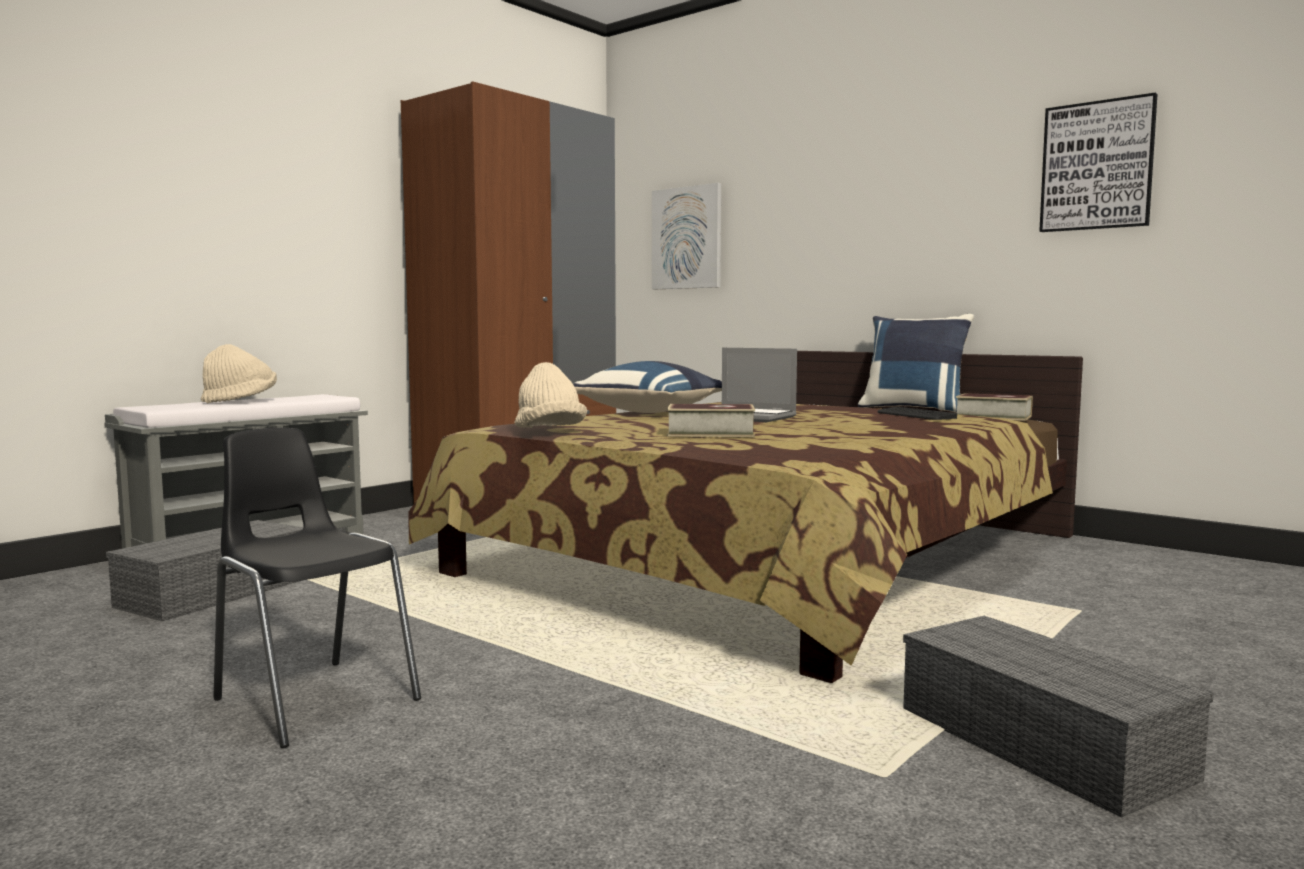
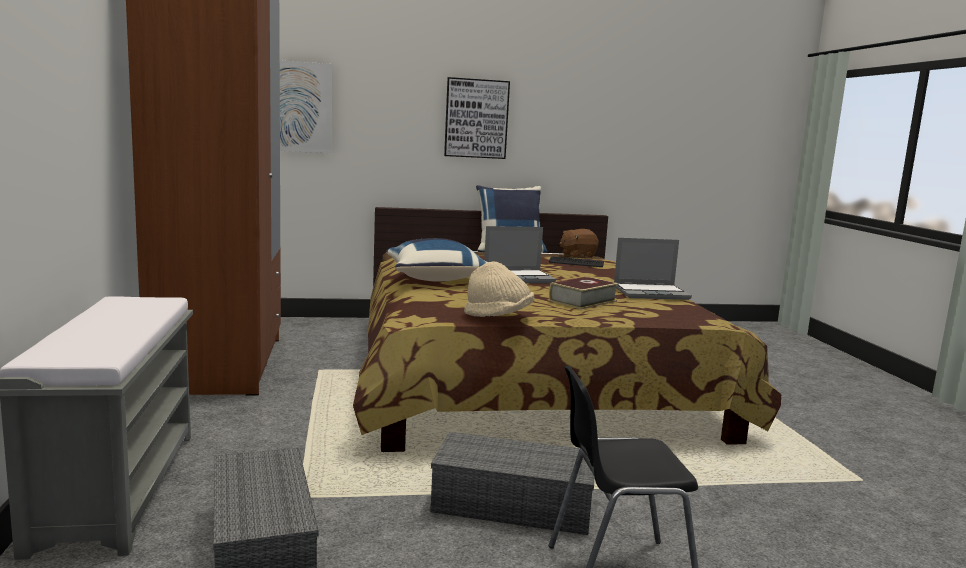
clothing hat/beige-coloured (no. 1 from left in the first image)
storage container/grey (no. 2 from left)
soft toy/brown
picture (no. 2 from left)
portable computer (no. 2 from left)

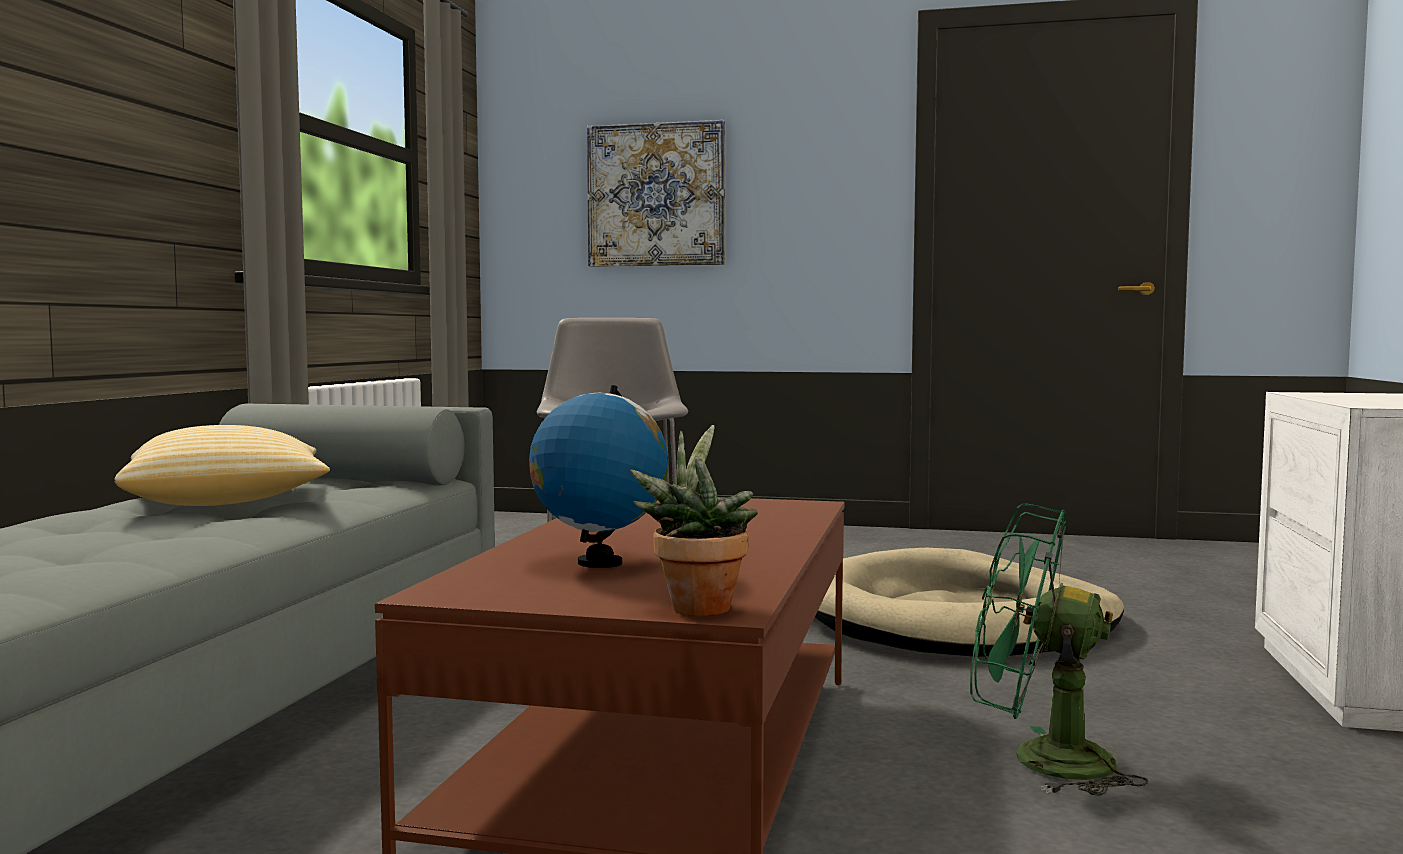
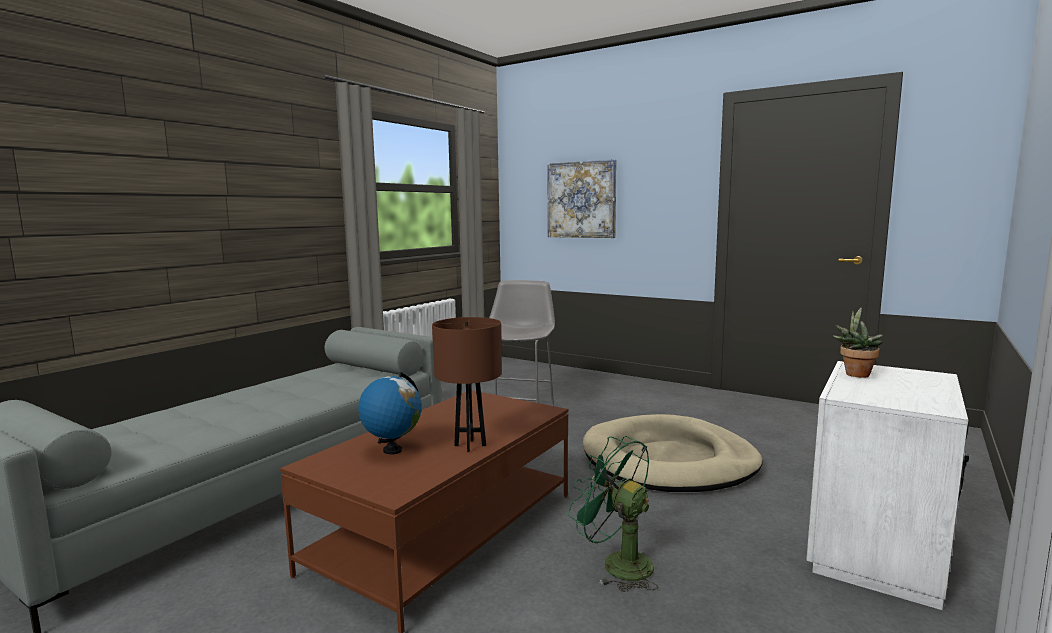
pillow
plant in a pot
tabletop lamp/brown

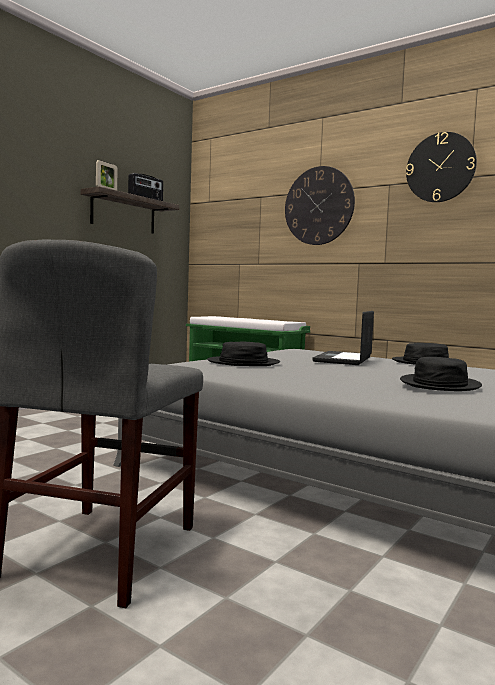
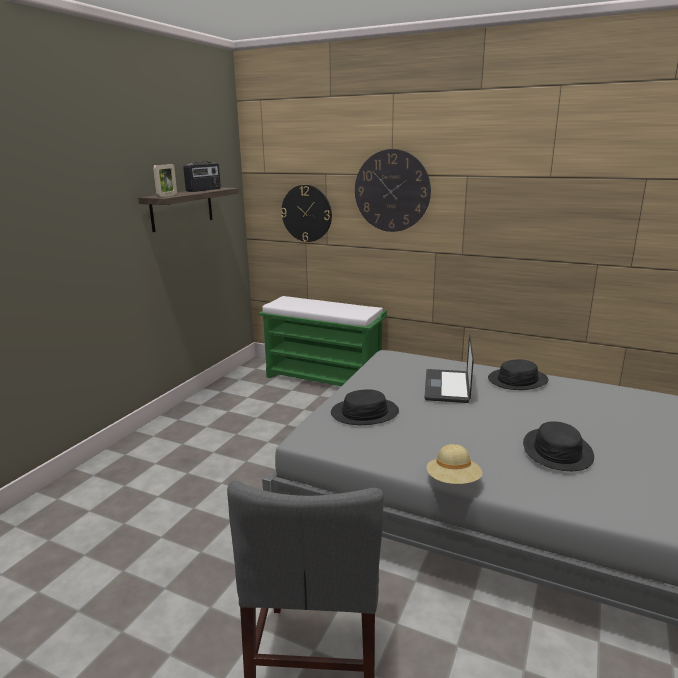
hanging clock (no. 1 from left)
clothing hat/beige-coloured

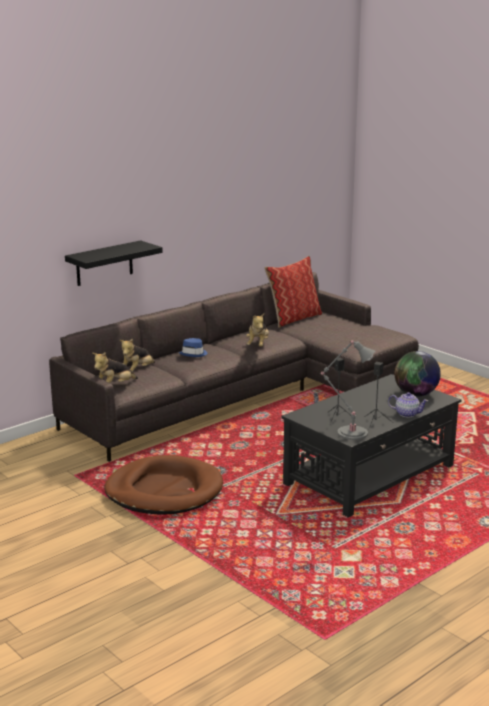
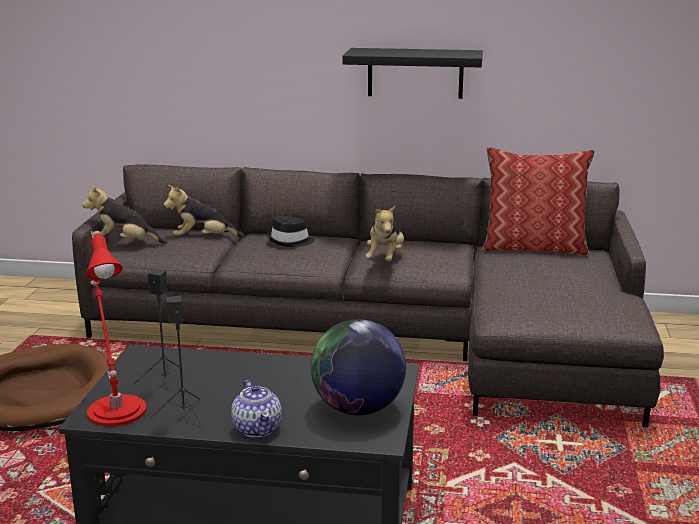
bracket shelf/black
clothing hat/black
soft toy (no. 3 from left)
tabletop lamp/red

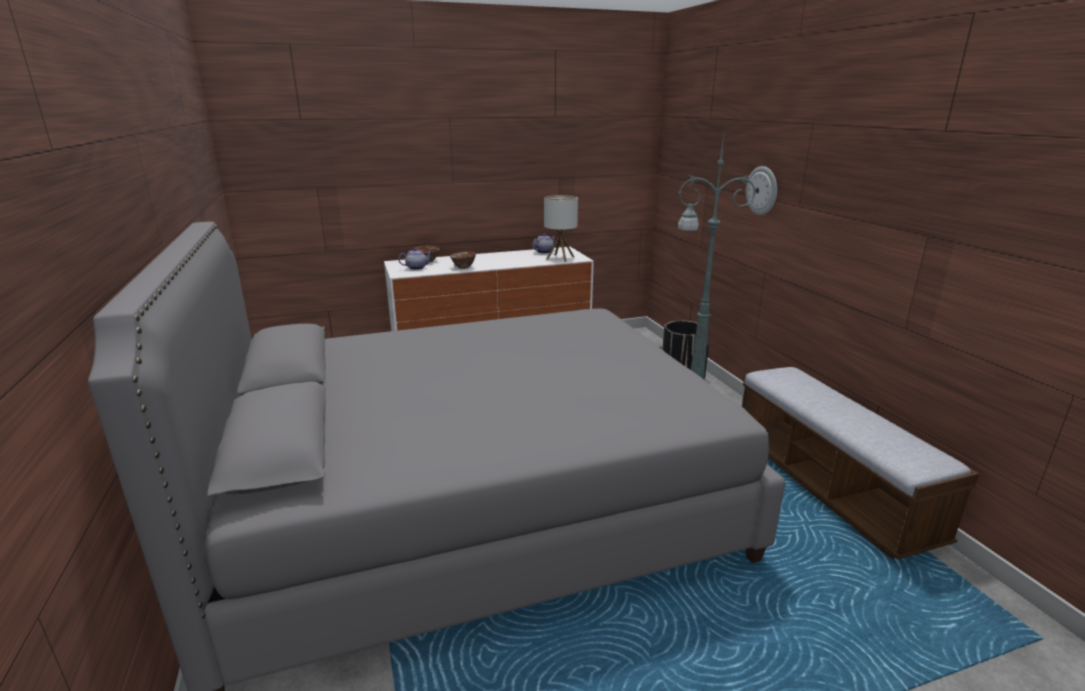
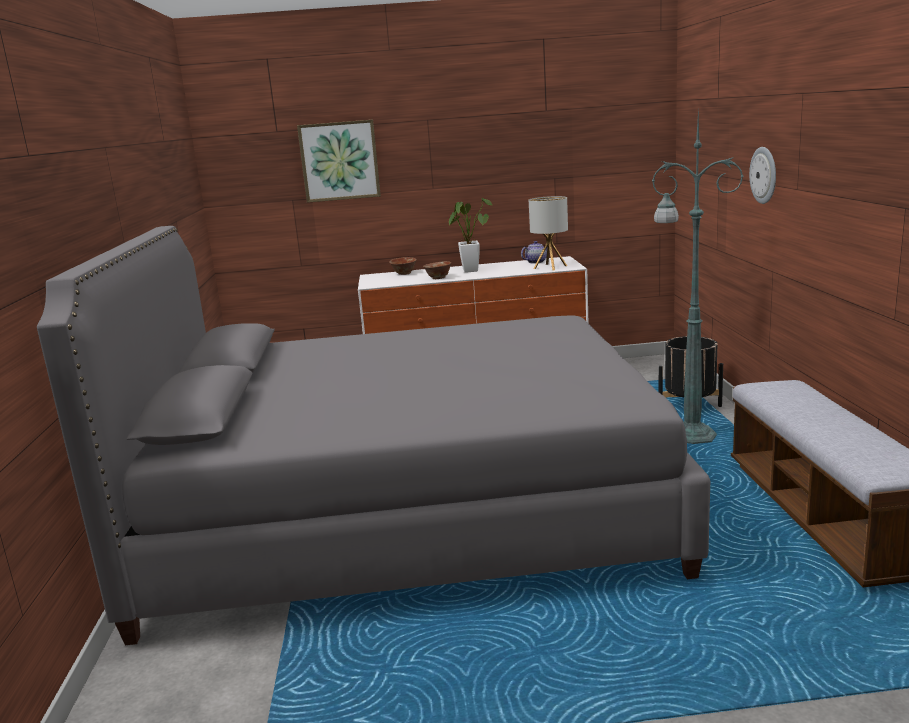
tea pot (no. 1 from left in the first image)
picture
plant in a pot

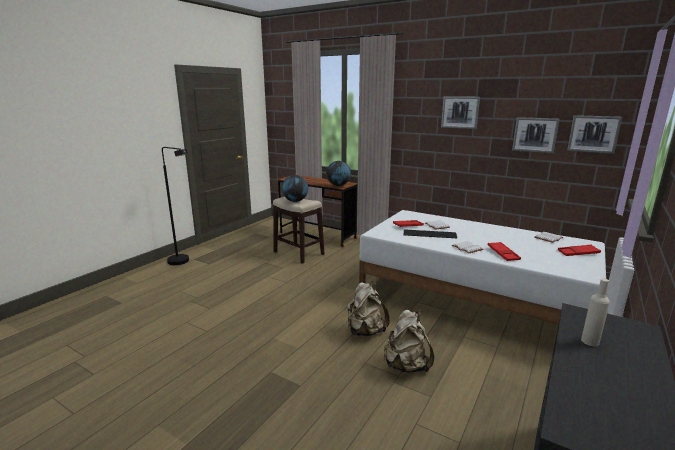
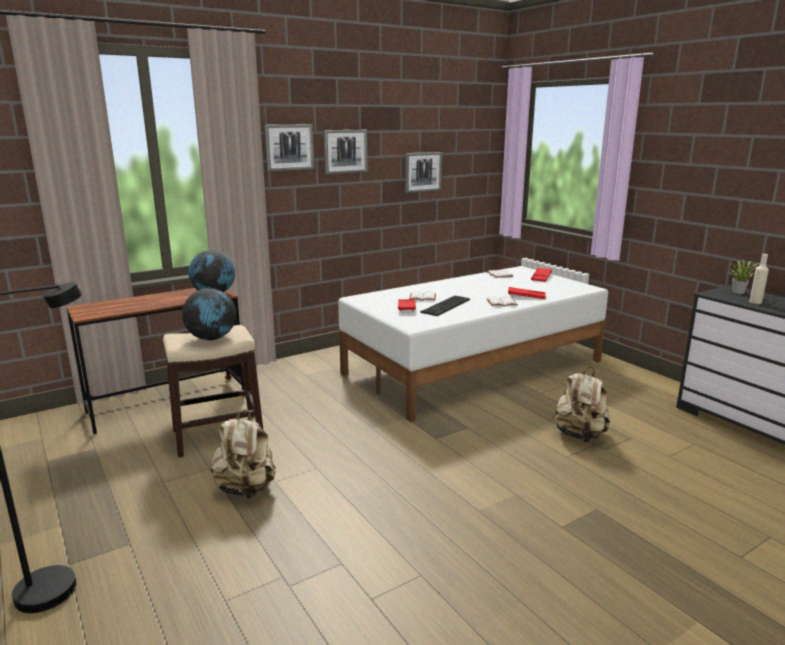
rucksack/beige-coloured (no. 1 from left)
picture (no. 1 from left)
plant in a pot

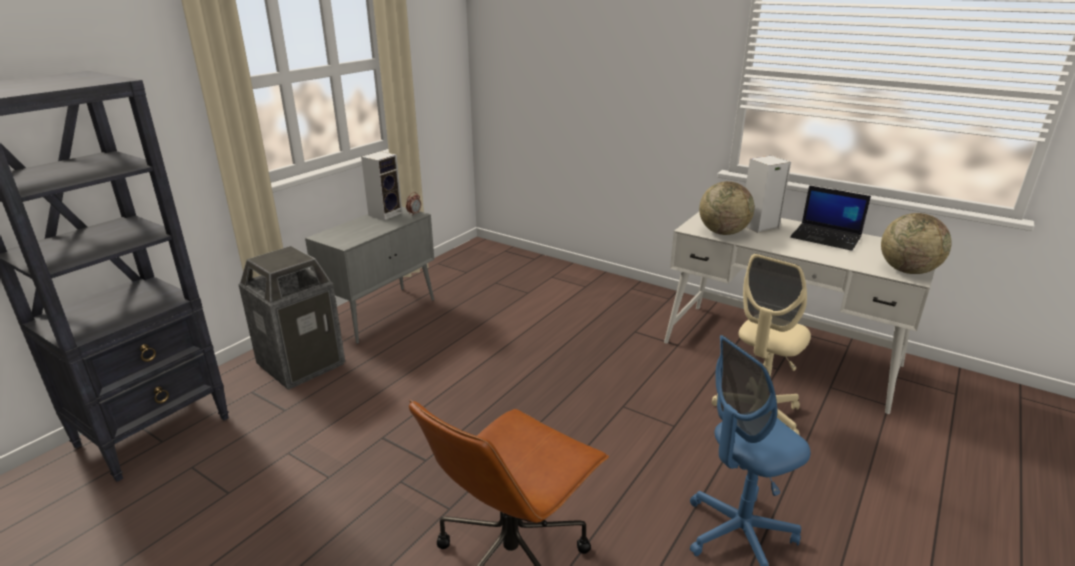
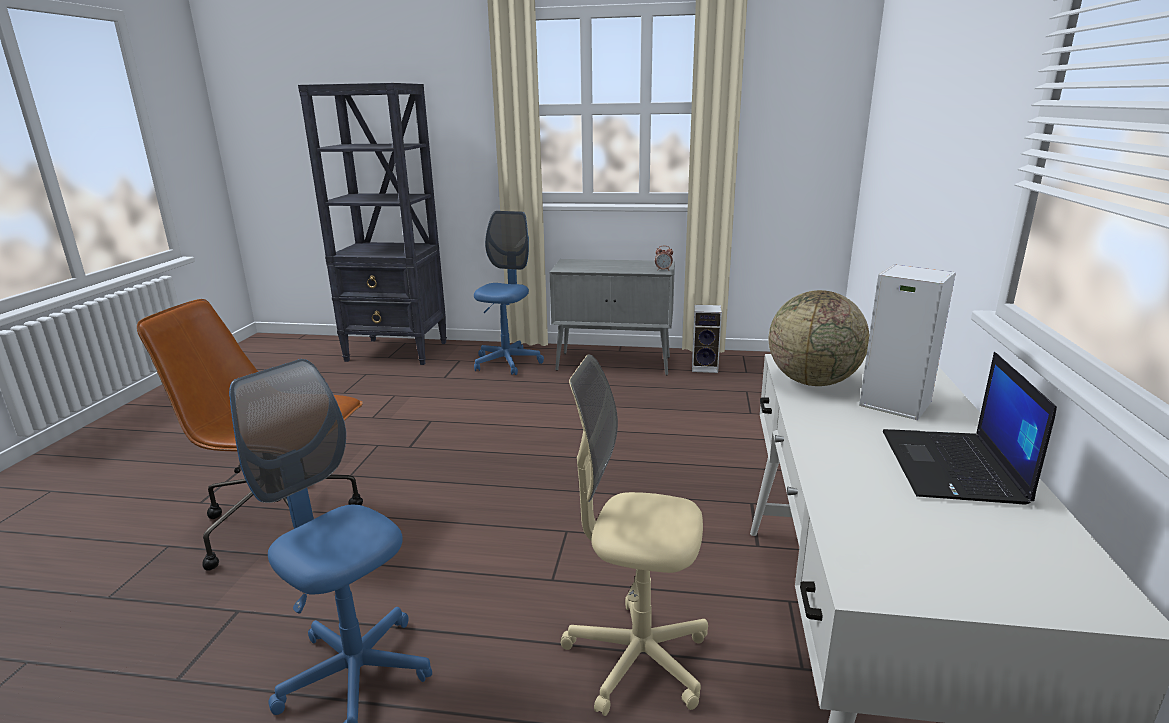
computer chair/bluish (no. 2 from left)
speaker (no. 1 from left)
world globe (no. 2 from left in the first image)

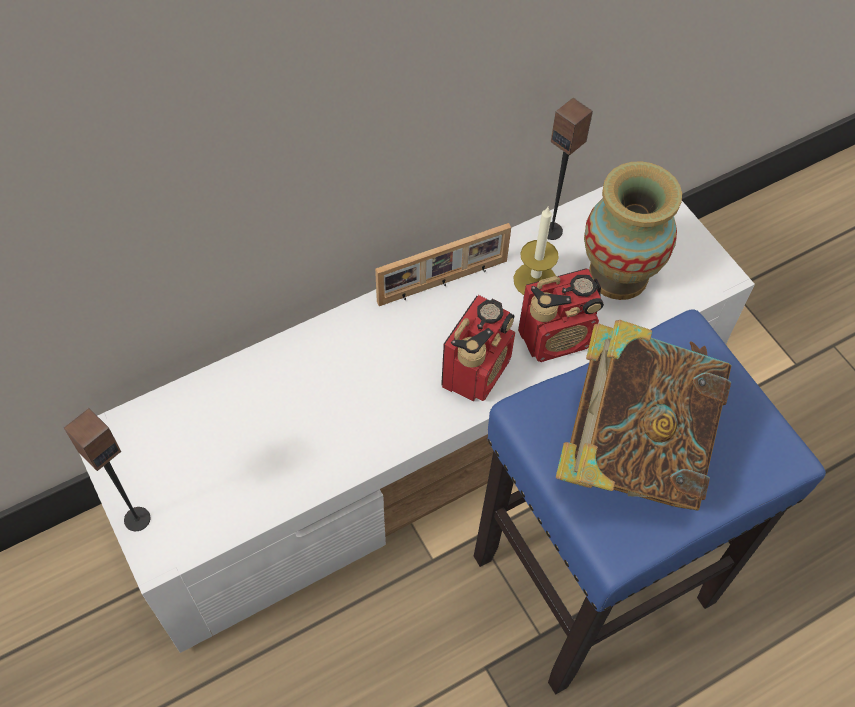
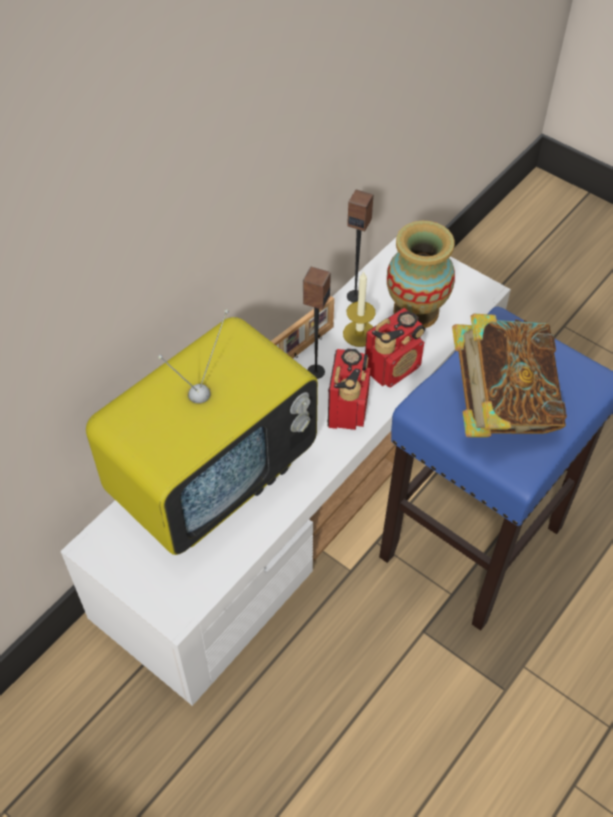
speaker (no. 1 from left)
TV set

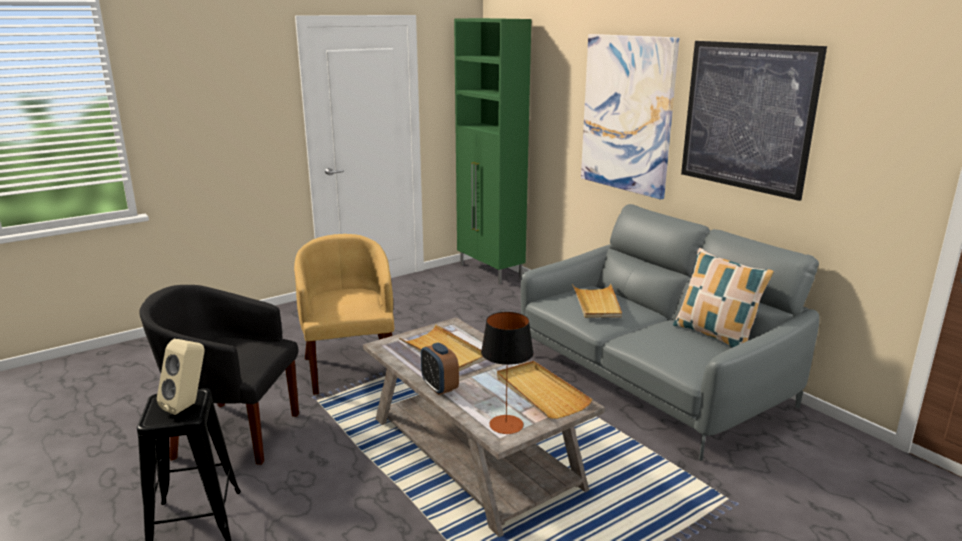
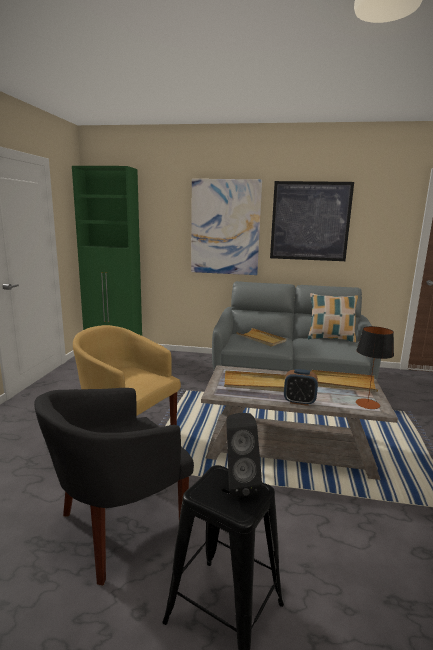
speaker/black

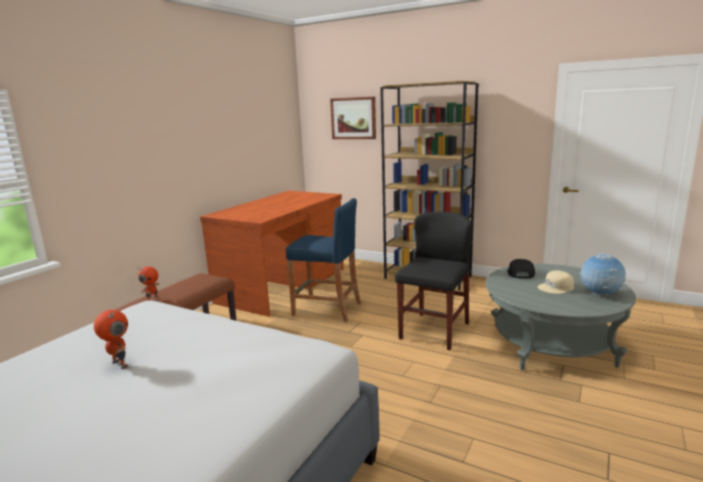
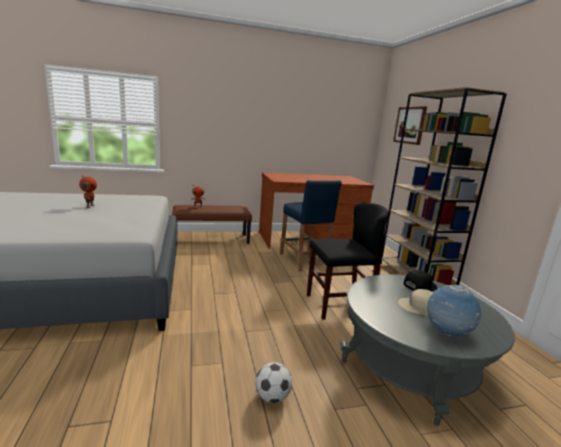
ball for football

